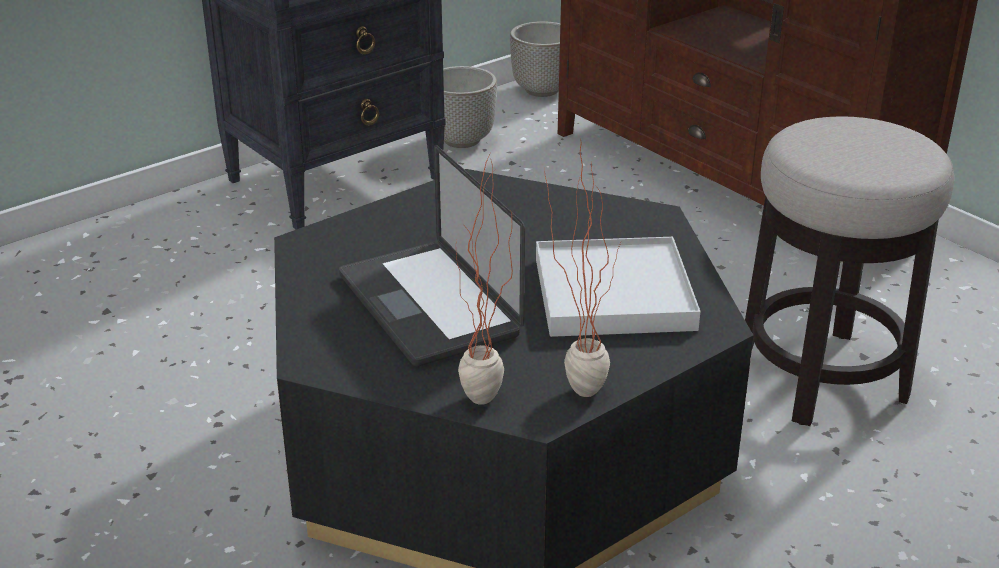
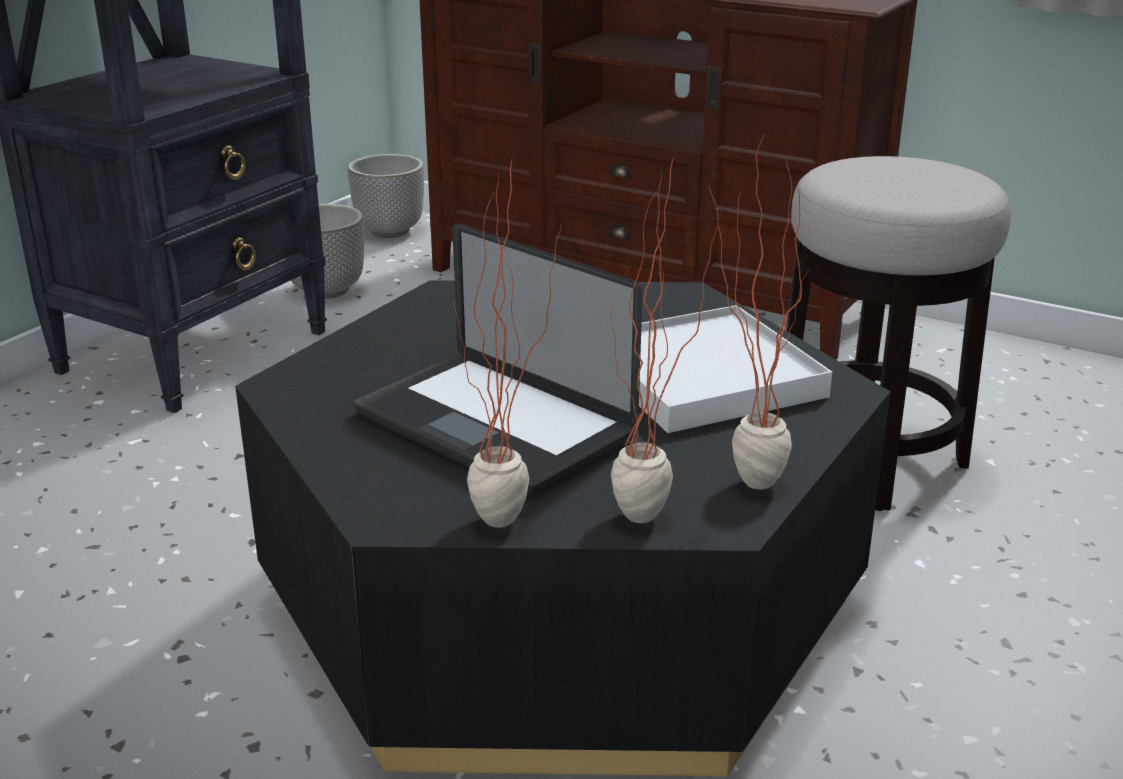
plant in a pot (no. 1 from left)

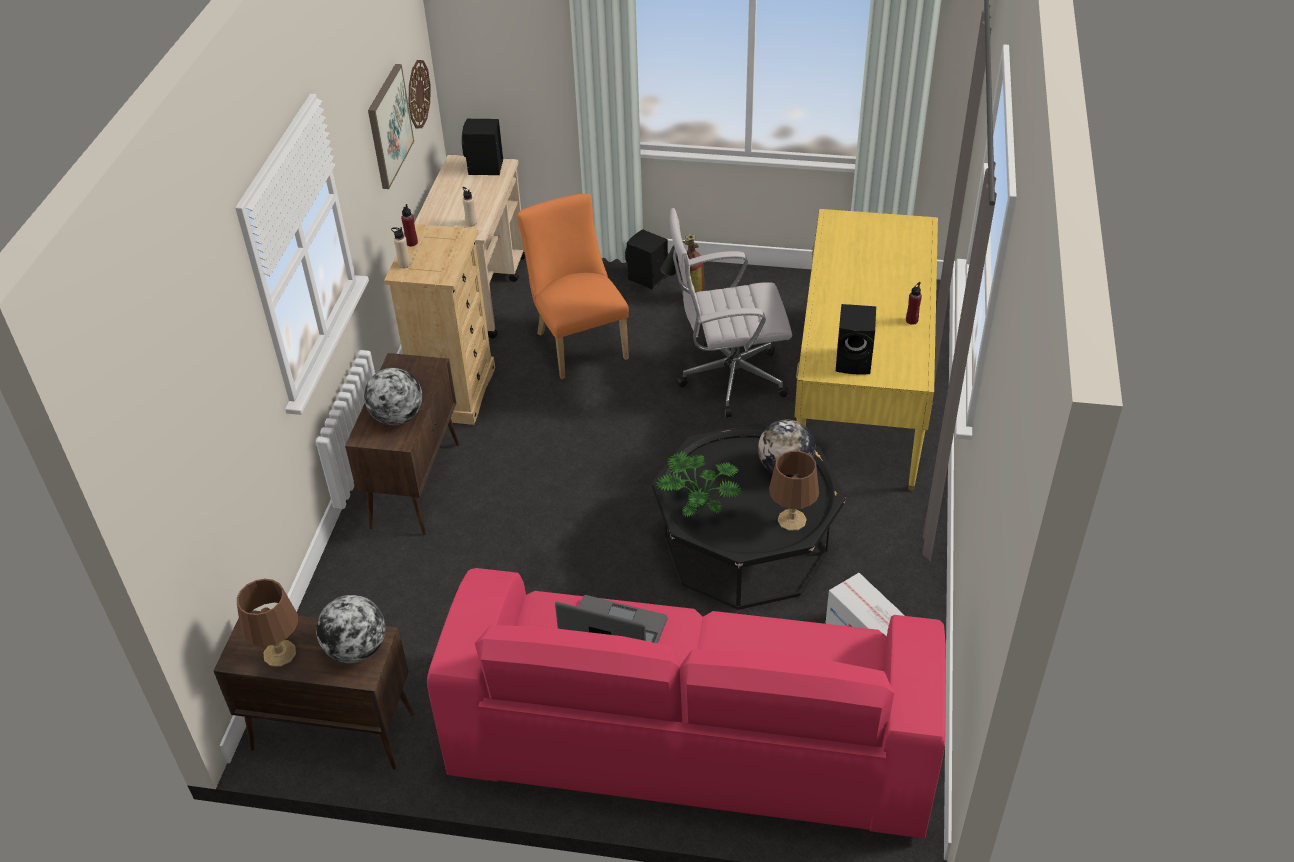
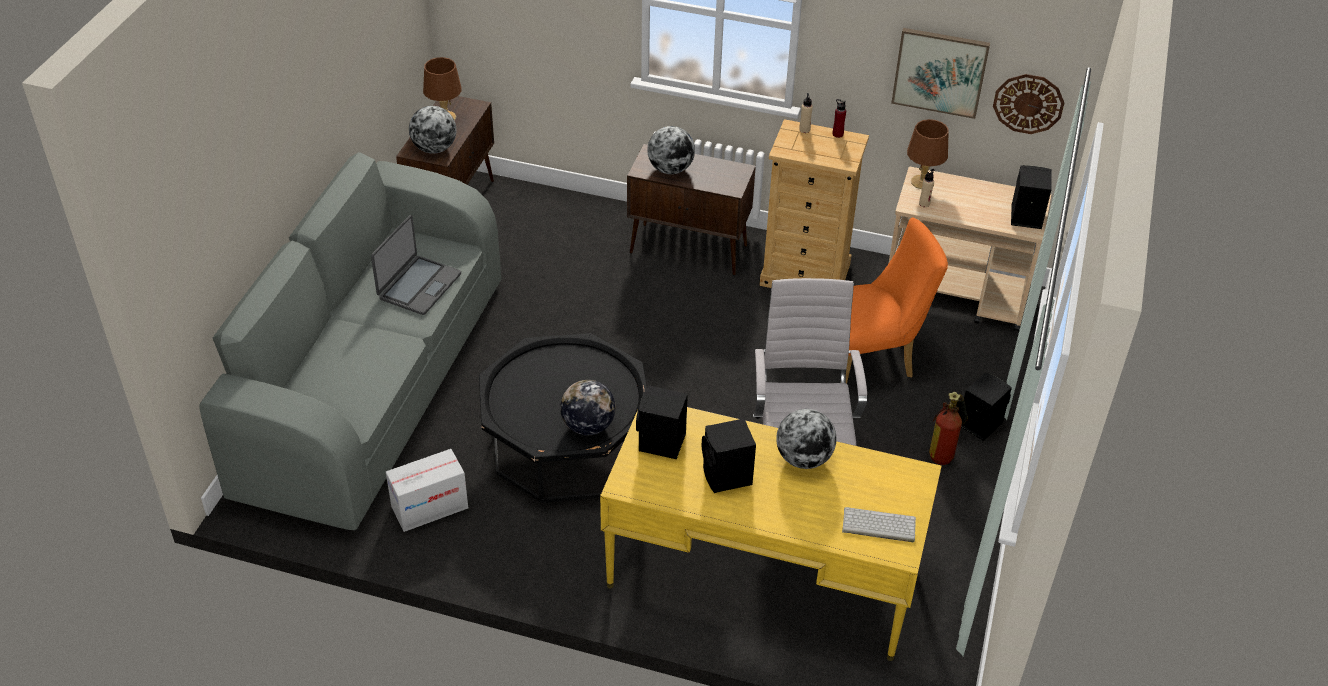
couch/grey
plant in a pot
tabletop lamp/brown (no. 2 from left)
bottle/red (no. 2 from left in the first image)
speaker/black (no. 2 from left)
world globe (no. 4 from left)
computer keyboard

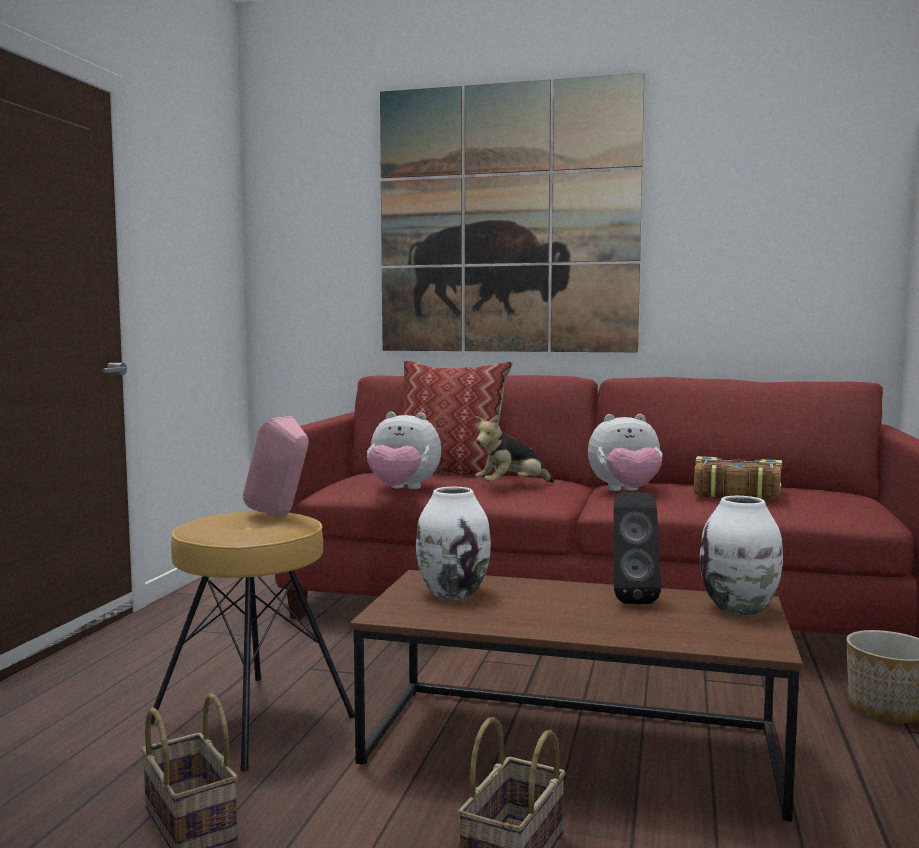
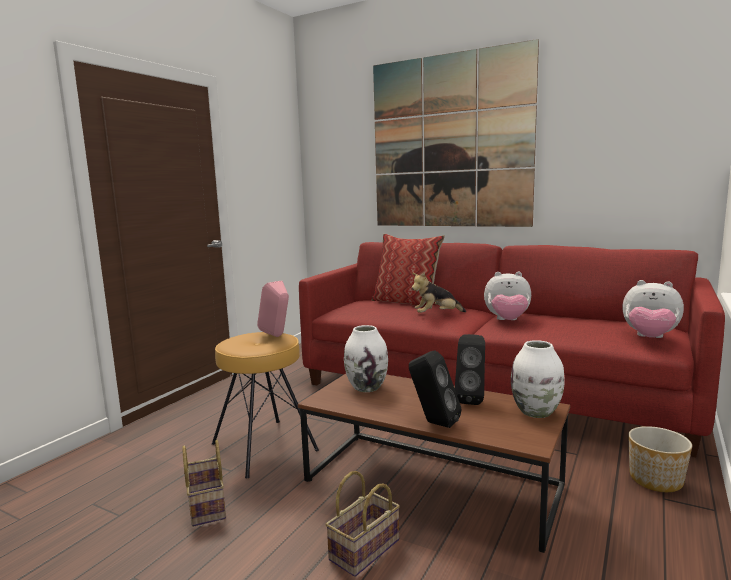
soft toy (no. 3 from left)
bound book
speaker/black (no. 1 from left)

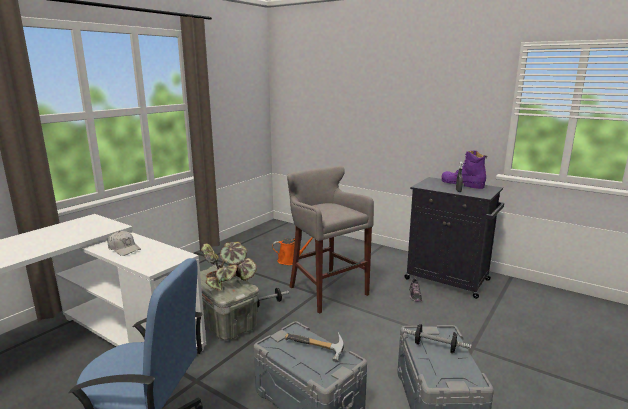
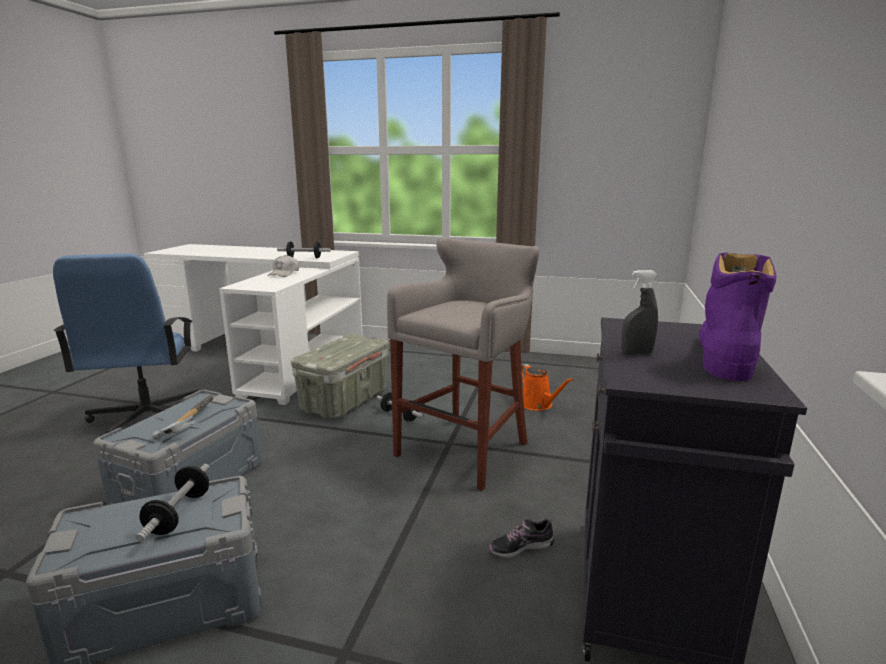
plant in a pot
free weight (no. 2 from left)

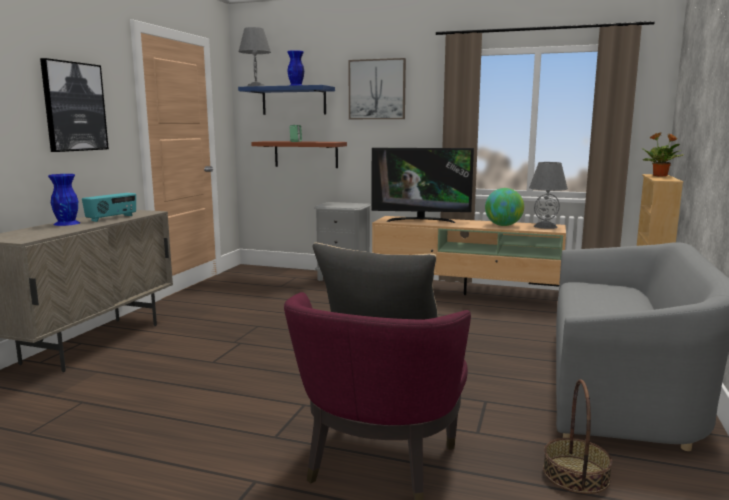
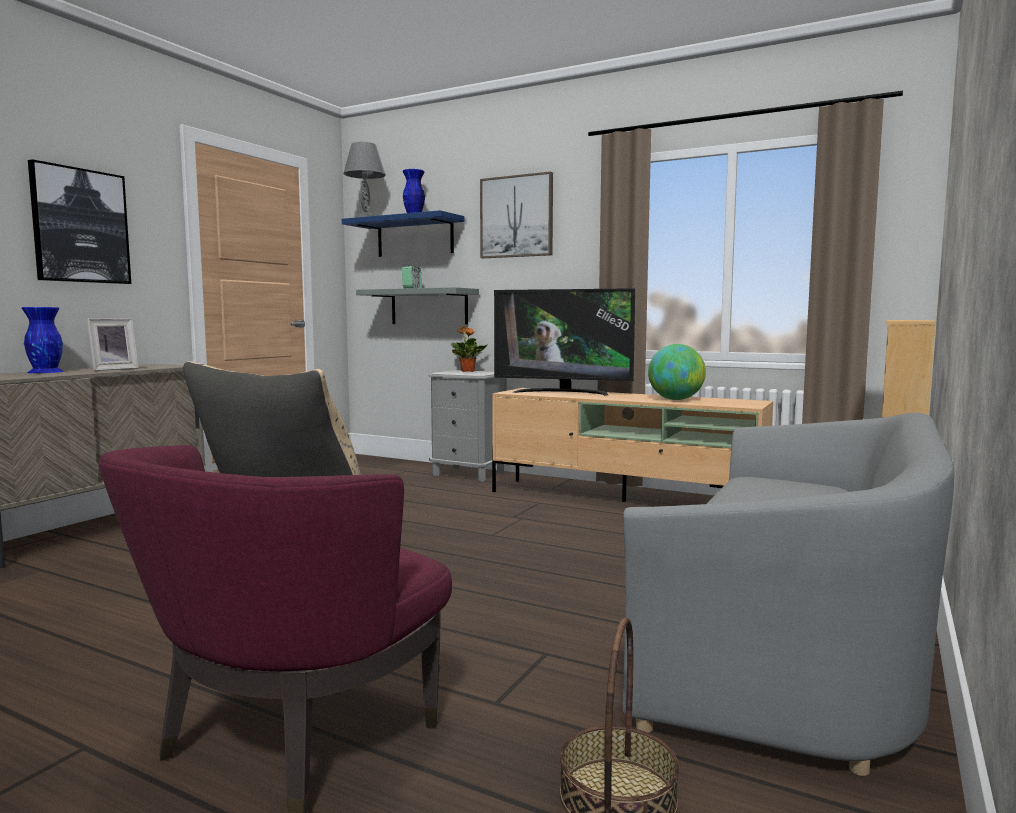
picture frame
bracket shelf/grey
tabletop lamp/grey (no. 2 from left in the first image)
plant in a pot

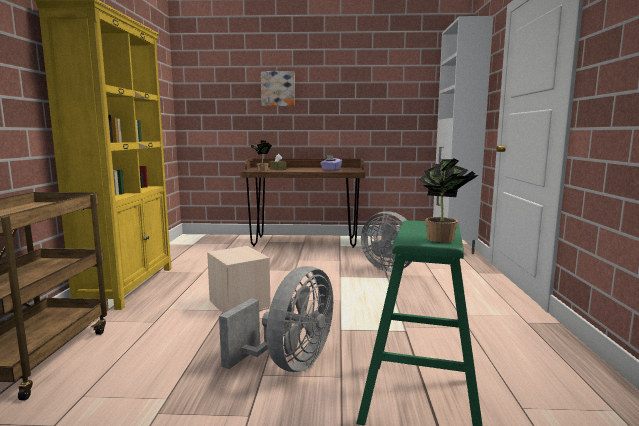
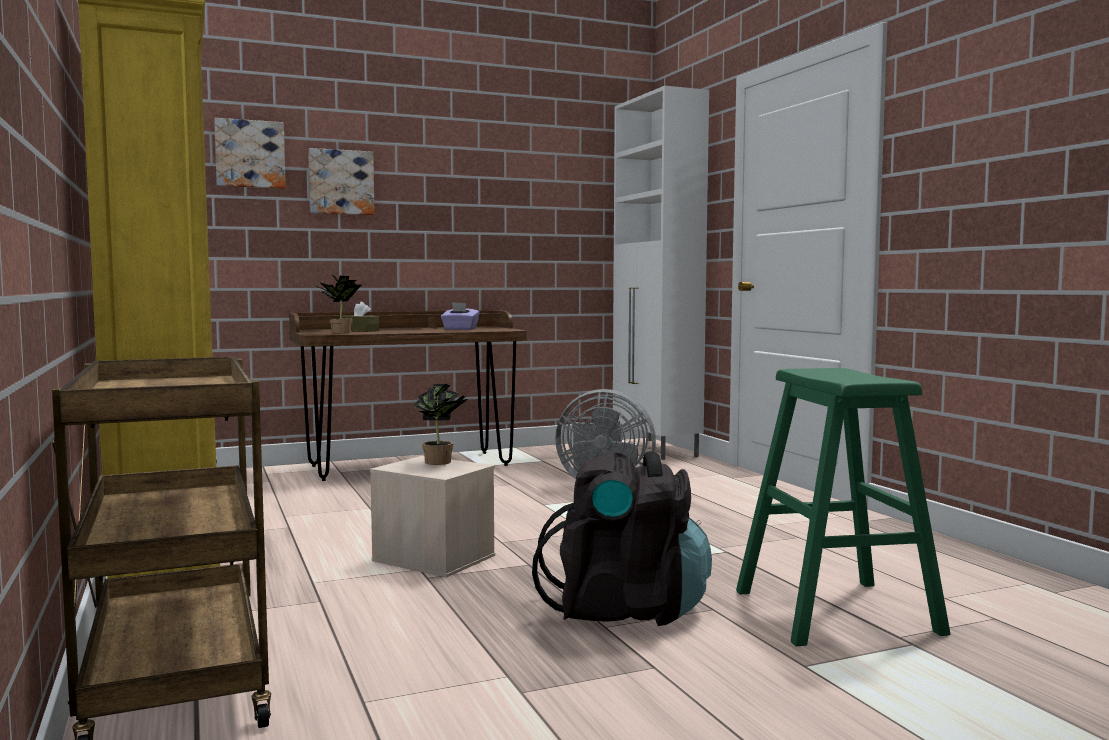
rucksack/black
plant in a pot (no. 2 from left)
picture (no. 1 from left)

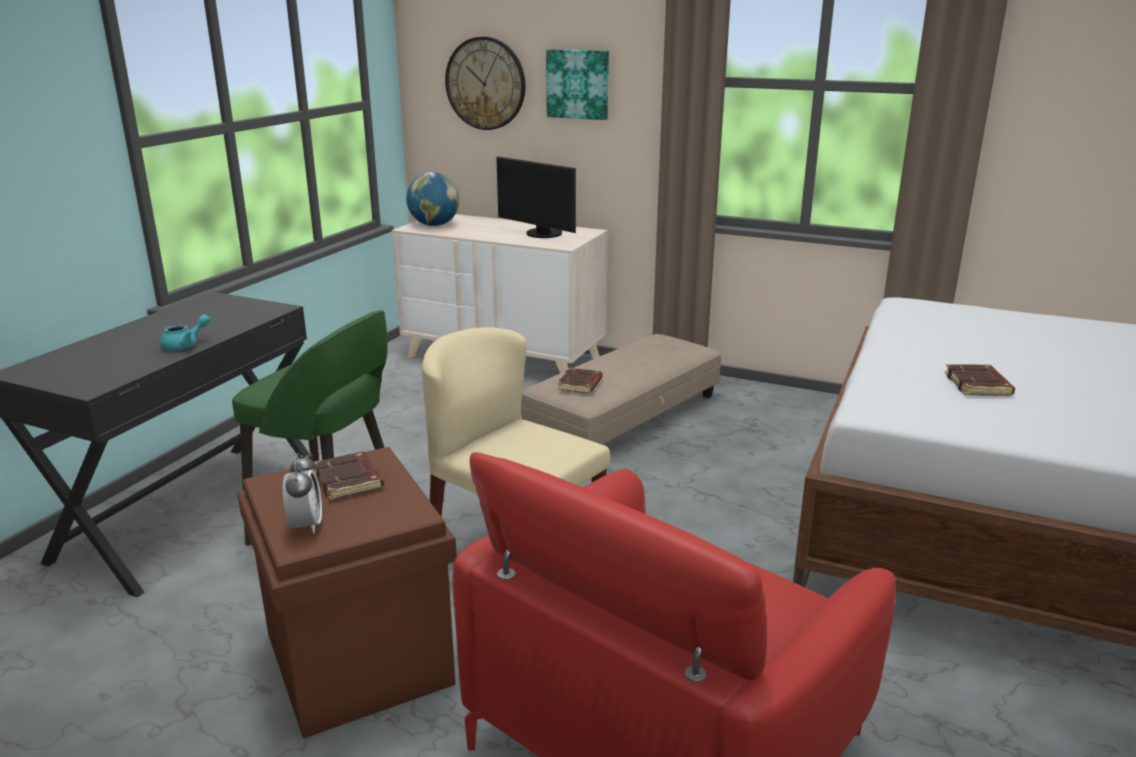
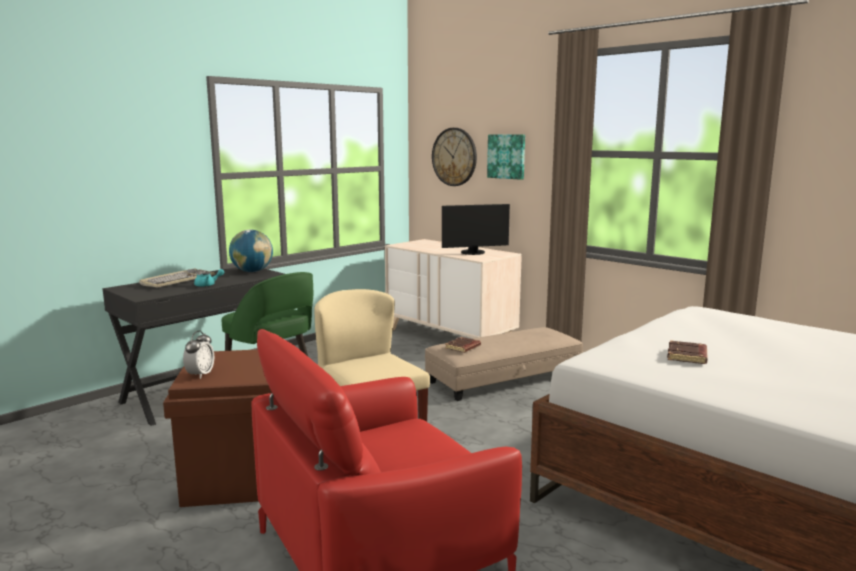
bound book/brown (no. 1 from left in the first image)
world globe
computer screen
computer keyboard

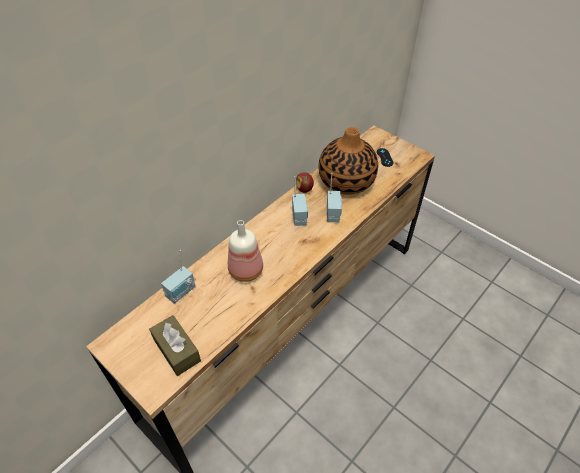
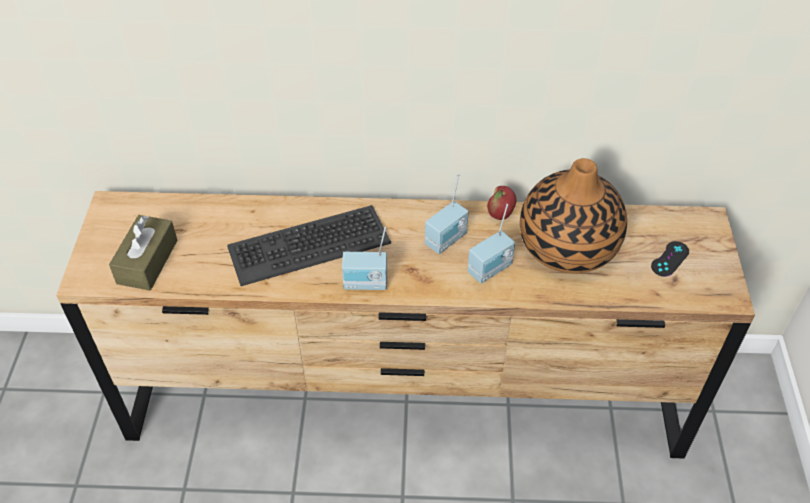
radio receiver (no. 1 from left)
computer keyboard

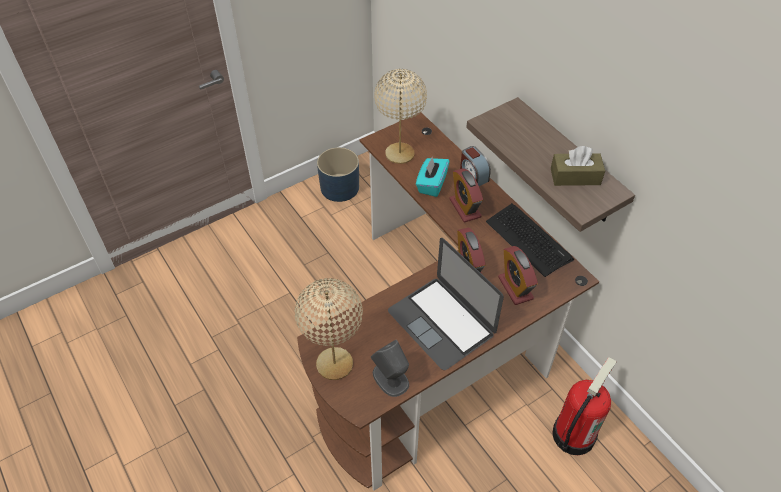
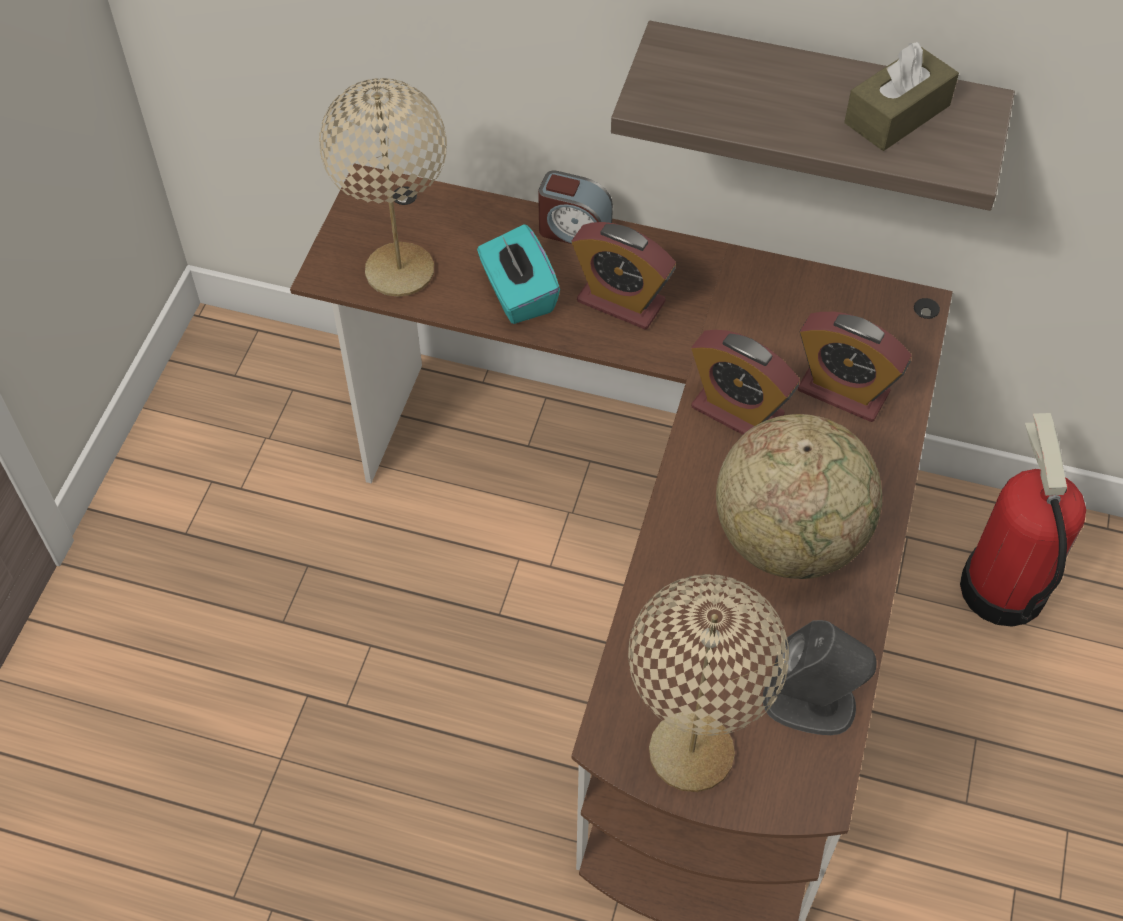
planter/bluish
world globe
computer keyboard

